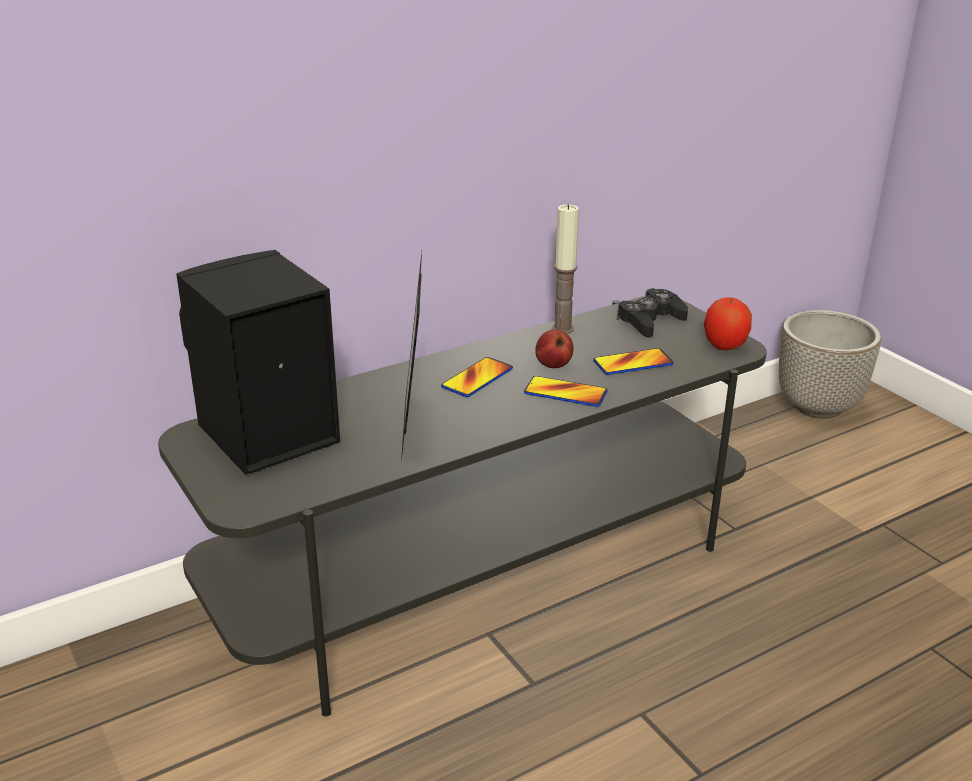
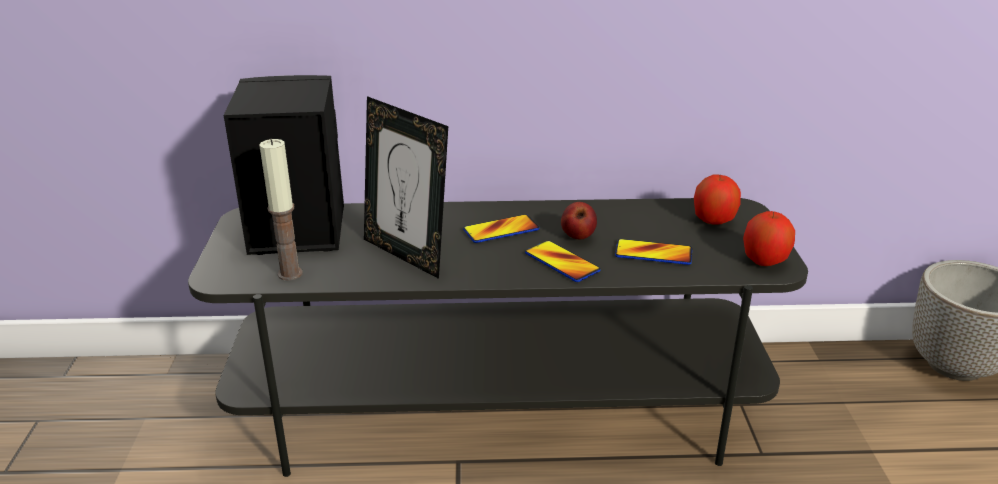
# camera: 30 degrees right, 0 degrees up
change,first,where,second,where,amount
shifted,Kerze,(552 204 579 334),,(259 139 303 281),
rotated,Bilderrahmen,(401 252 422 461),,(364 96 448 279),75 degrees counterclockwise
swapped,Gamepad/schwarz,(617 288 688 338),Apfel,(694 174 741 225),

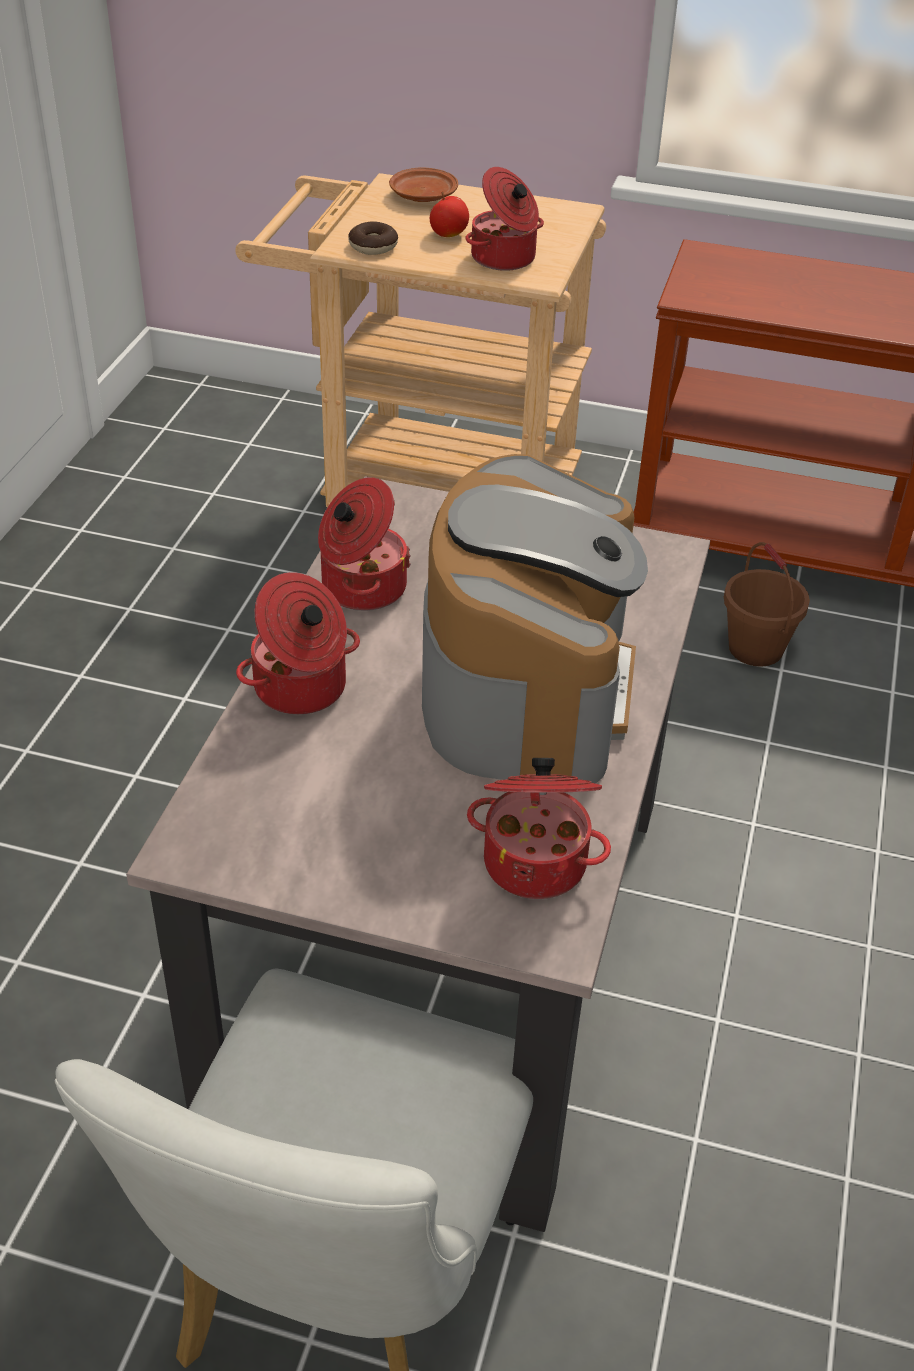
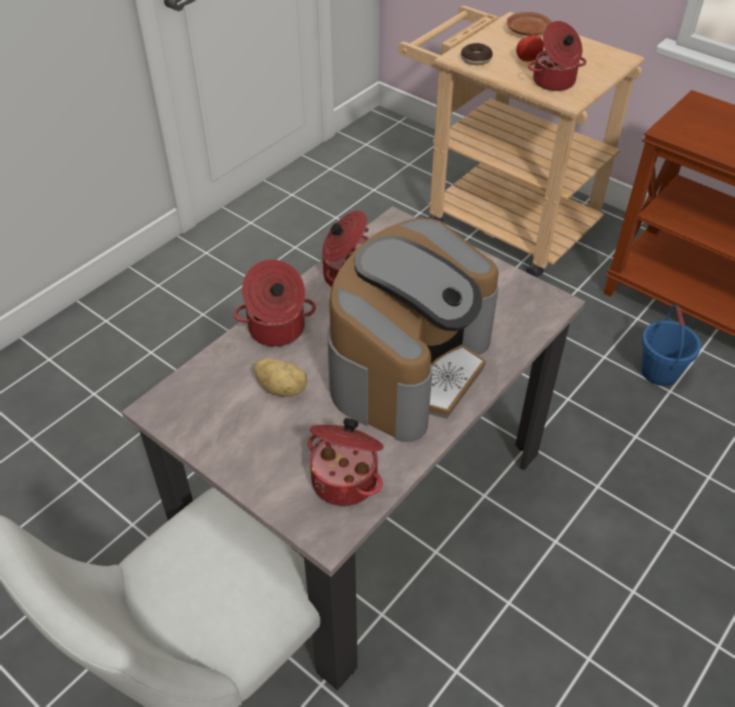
# camera: 25 degrees right, 5 degrees up
change,first,where,second,where,amount
repainted,Eimer/braun,(724 542 810 667),Eimer/blau,(641 305 701 386),
new,,,Kartoffel,(254 358 307 397),

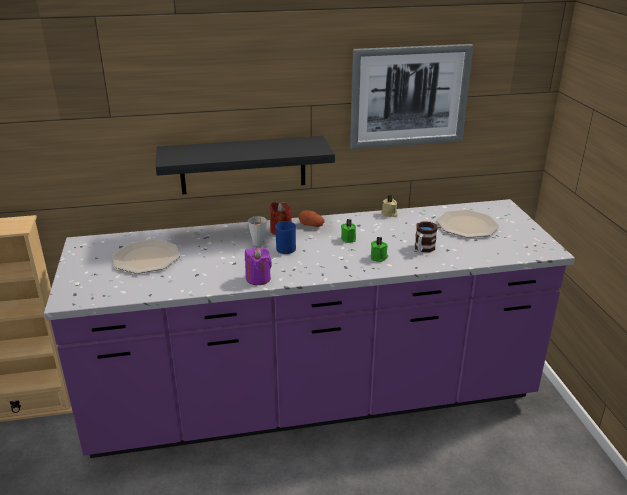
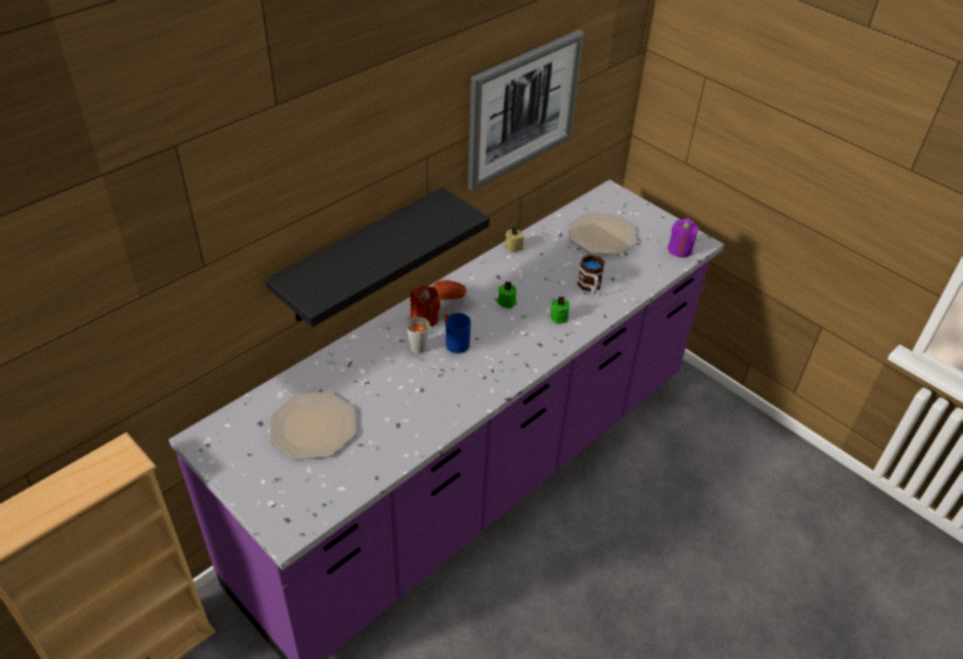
# camera: 35 degrees left, 15 degrees up
change,first,where,second,where,amount
shifted,Kerze/lila,(245 247 272 285),,(668 218 699 257),

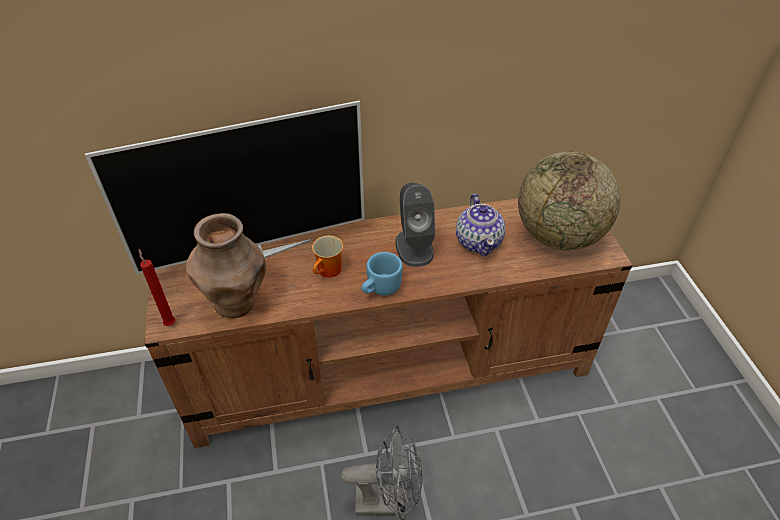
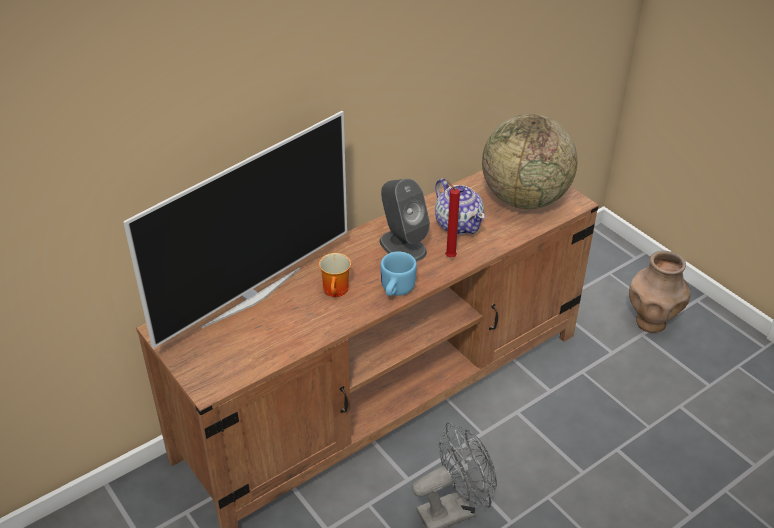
# camera: 25 degrees left, 5 degrees down
change,first,where,second,where,amount
shifted,Vase/braun,(186 213 266 319),,(629 251 690 333),
shifted,Kerze/rot,(139 249 176 326),,(445 180 460 257),

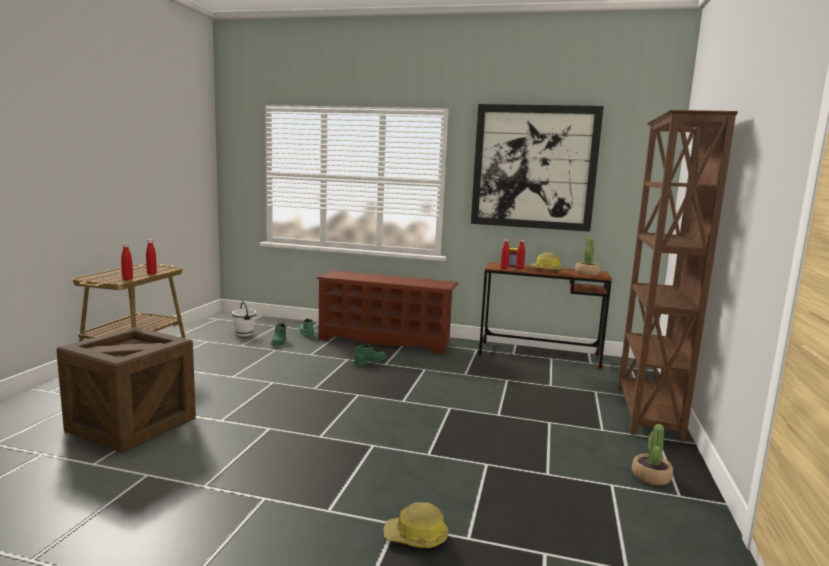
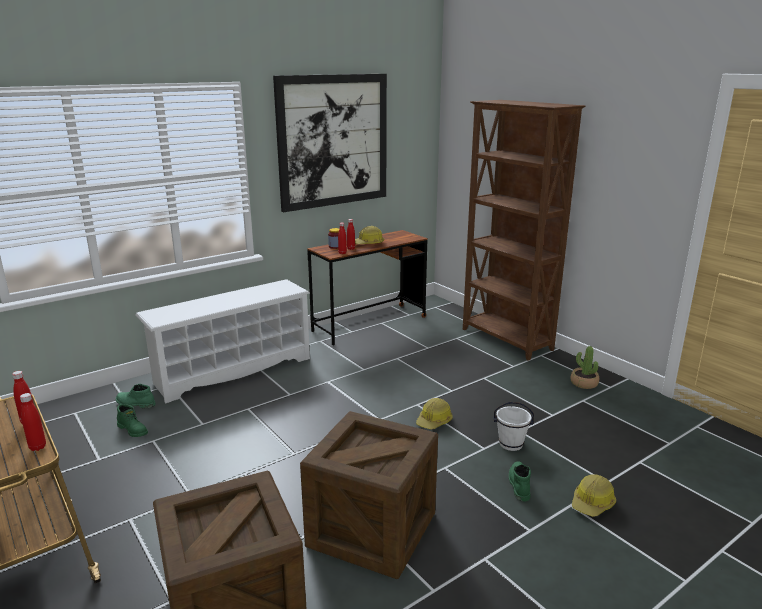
# camera: 50 degrees left, 10 degrees up
change,first,where,second,where,amount
gone,Topfpflanze,(575 237 601 276),,,
repainted,Schuhregal/braun,(316 271 458 355),Schuhregal/weiß,(135 279 310 404),
shifted,Eimer/weiß,(232 302 256 337),,(493 402 534 451),
shifted,Stiefel/grün,(354 344 387 365),,(509 461 531 502),
new,,,Schutzhelm,(416 398 453 430),
new,,,Kiste,(300 411 438 579),

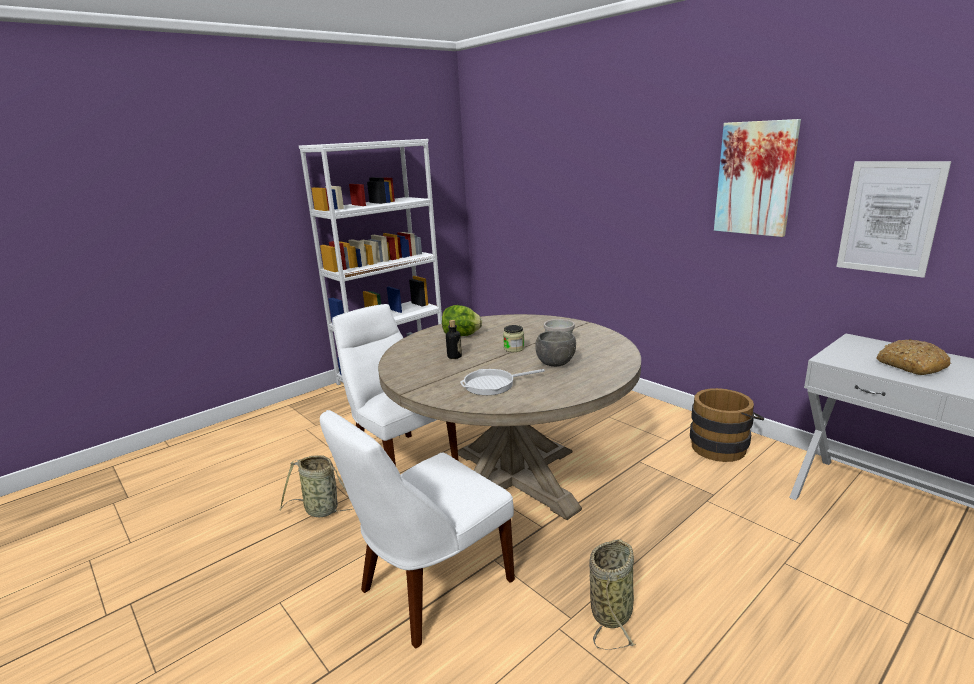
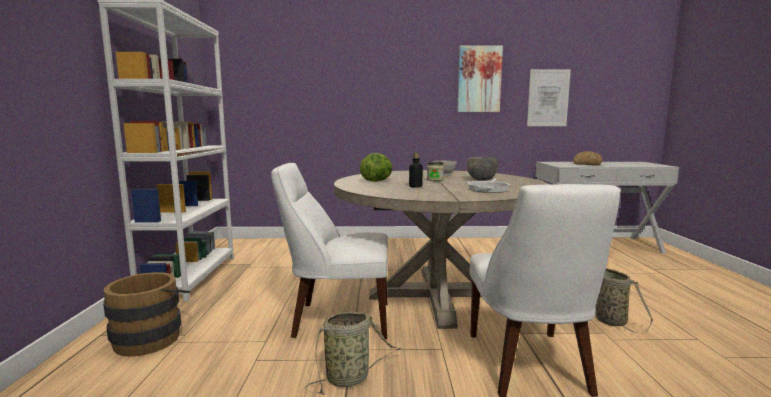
# camera: 50 degrees left, 10 degrees down
change,first,where,second,where,amount
shifted,Eimer/braun,(690 388 764 462),,(103 272 190 357),

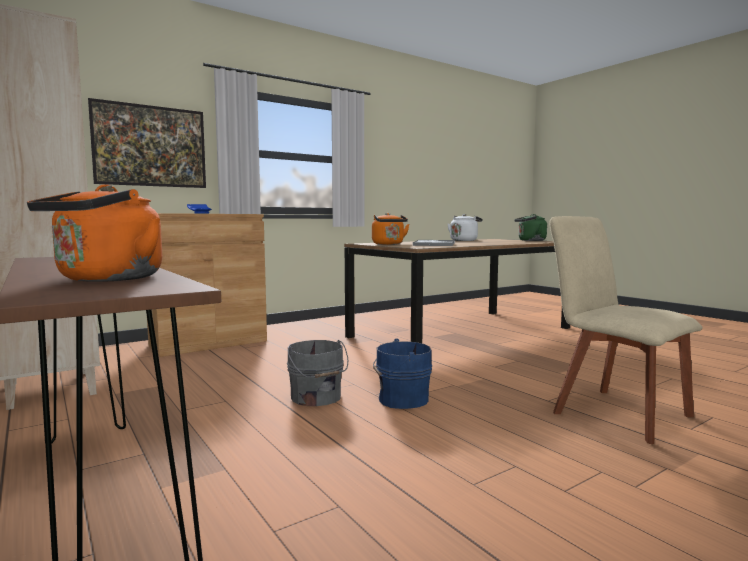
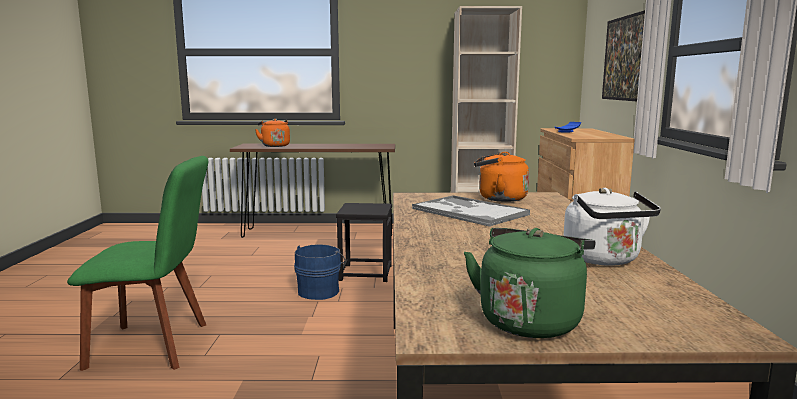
# camera: 125 degrees right, 5 degrees up
change,first,where,second,where,amount
repainted,Stuhl/beige,(549 216 702 444),Stuhl/grün,(67 156 208 371),
swapped,Eimer/grau,(287 340 348 406),Hocker/schwarz,(336 203 392 282),

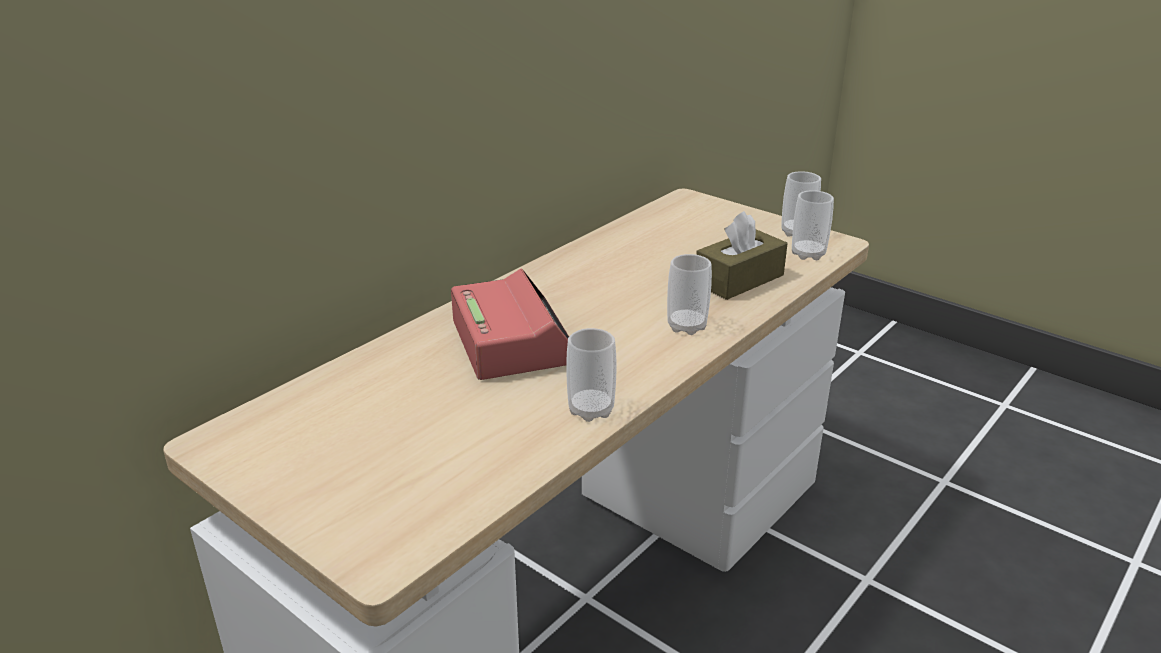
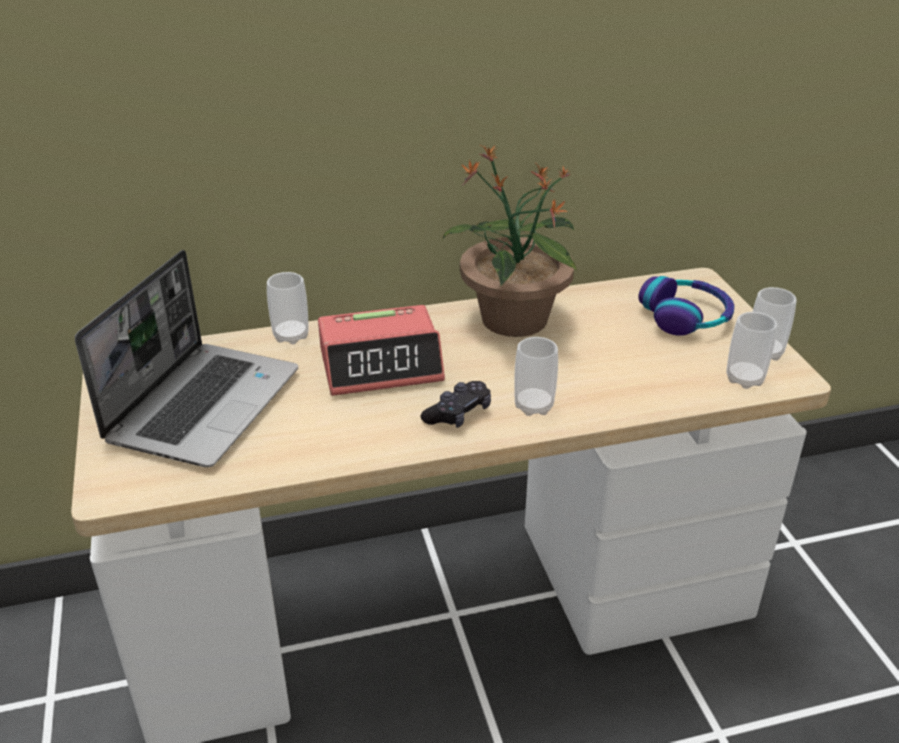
# camera: 35 degrees right, 5 degrees up
change,first,where,second,where,amount
gone,Taschentuchbox/braun,(696 211 788 300),,,
rotated,Wecker,(451 268 569 380),,(318 305 445 396),60 degrees clockwise
shifted,Tasse,(566 328 617 422),,(267 272 308 344),
new,,,Topfpflanze,(442 145 578 337),
new,,,Laptop,(75 250 298 467),
new,,,Kopfhörer,(638 276 734 336),
new,,,Gamepad/schwarz,(421 381 491 428),

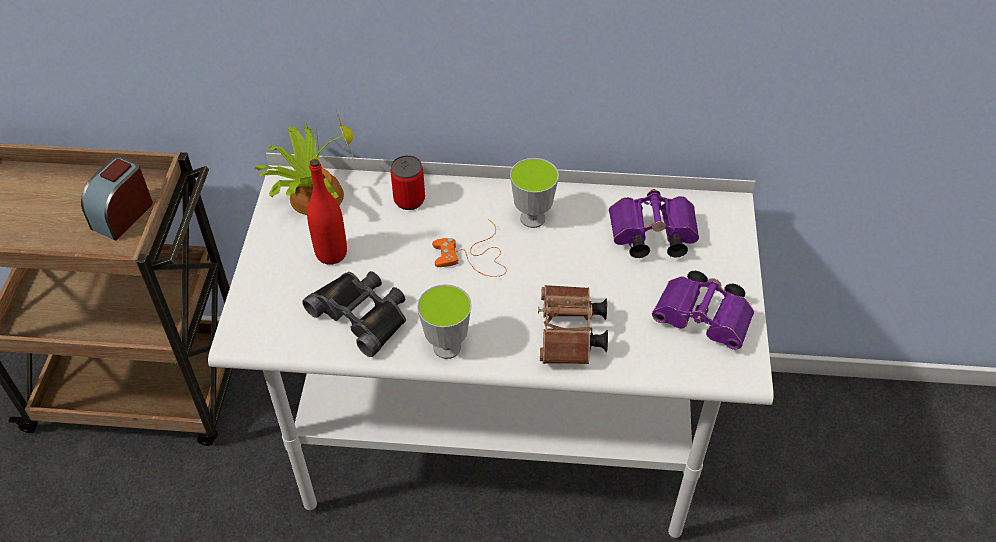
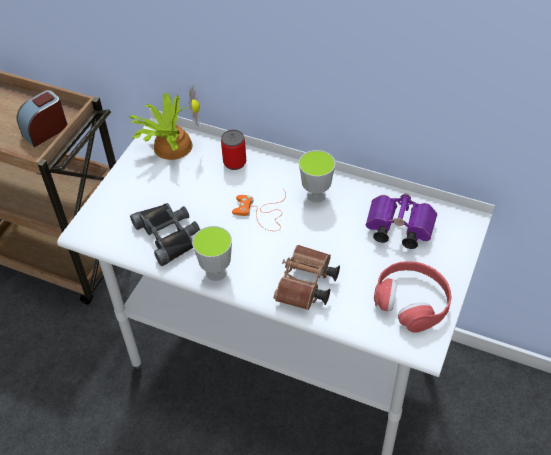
# camera: 20 degrees right, 0 degrees up
change,first,where,second,where,amount
gone,Flasche/rot,(307 159 347 265),,,
swapped,Fernglas/lila,(652 271 754 350),Kopfhörer/rot,(374 261 452 333),

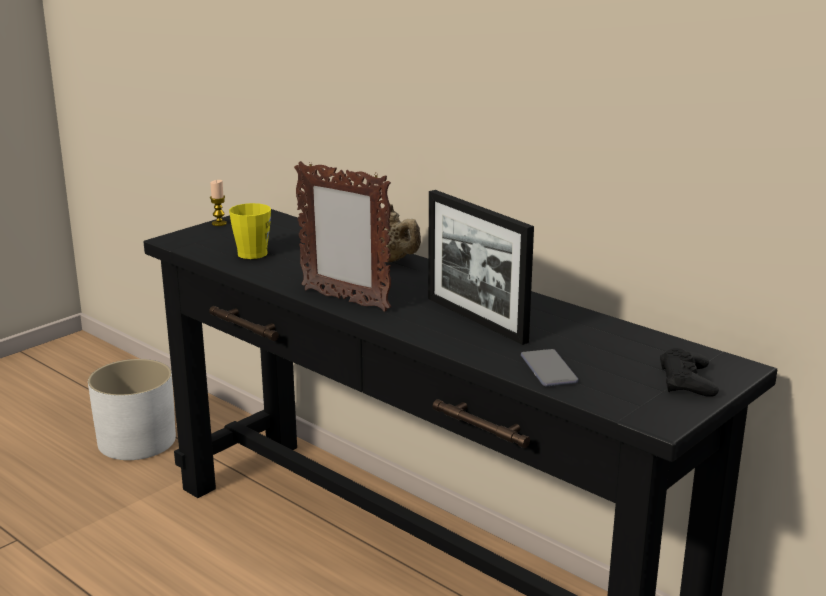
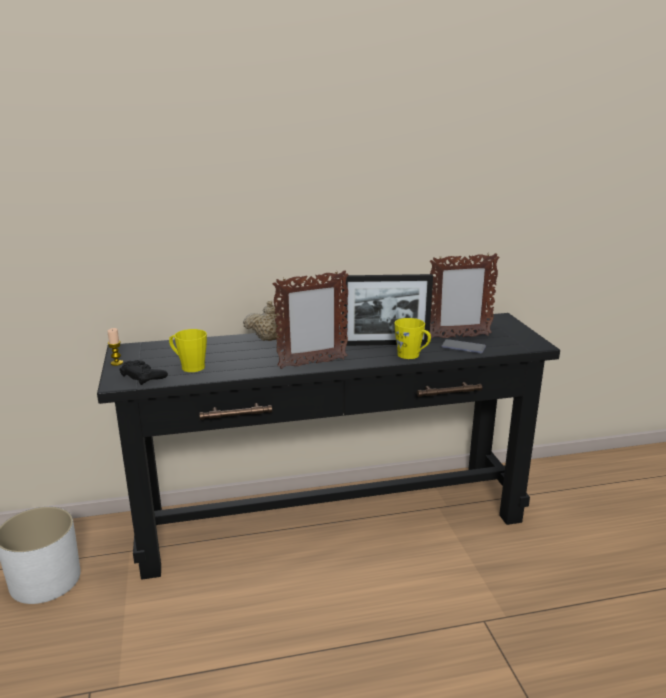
# camera: 55 degrees left, 0 degrees up
change,first,where,second,where,amount
shifted,Gamepad/schwarz,(660 348 719 397),,(119 360 168 385),
new,,,Bilderrahmen,(430 253 500 339),
new,,,Henkelbecher/gelb,(394 318 431 359),

